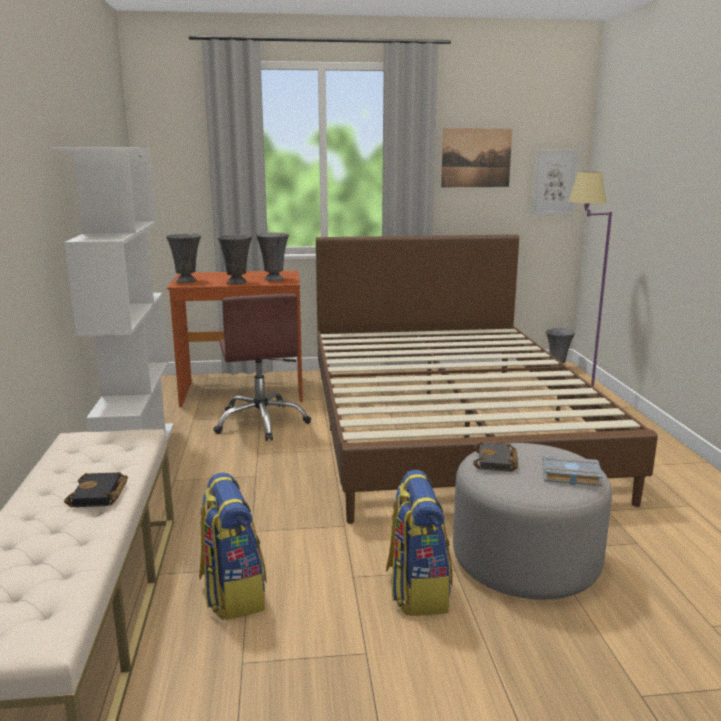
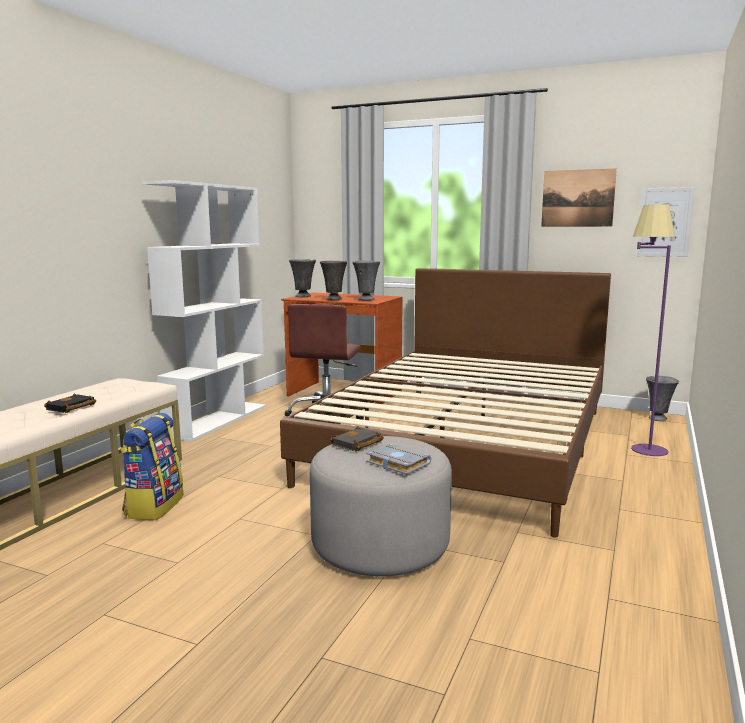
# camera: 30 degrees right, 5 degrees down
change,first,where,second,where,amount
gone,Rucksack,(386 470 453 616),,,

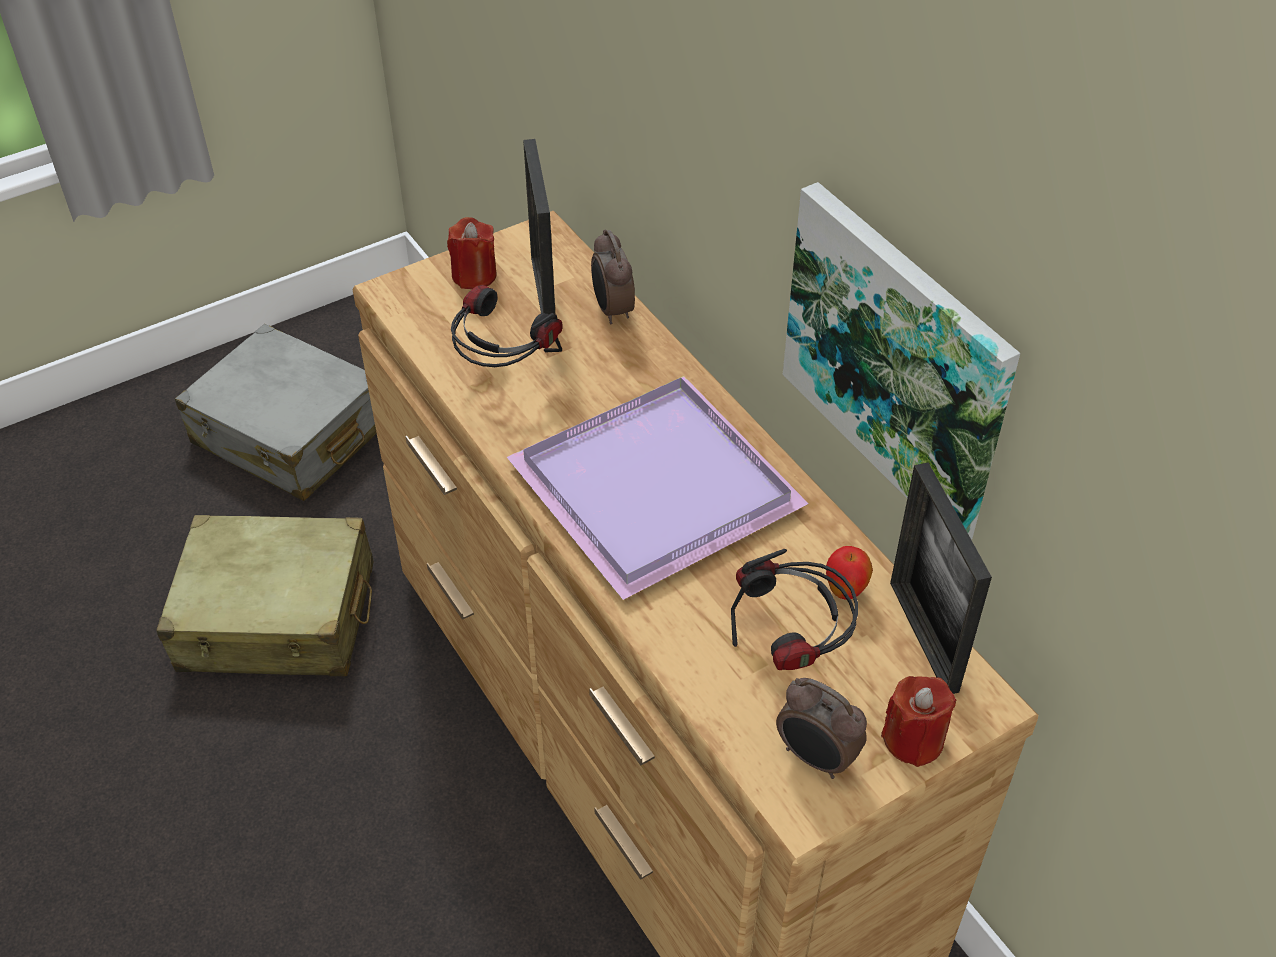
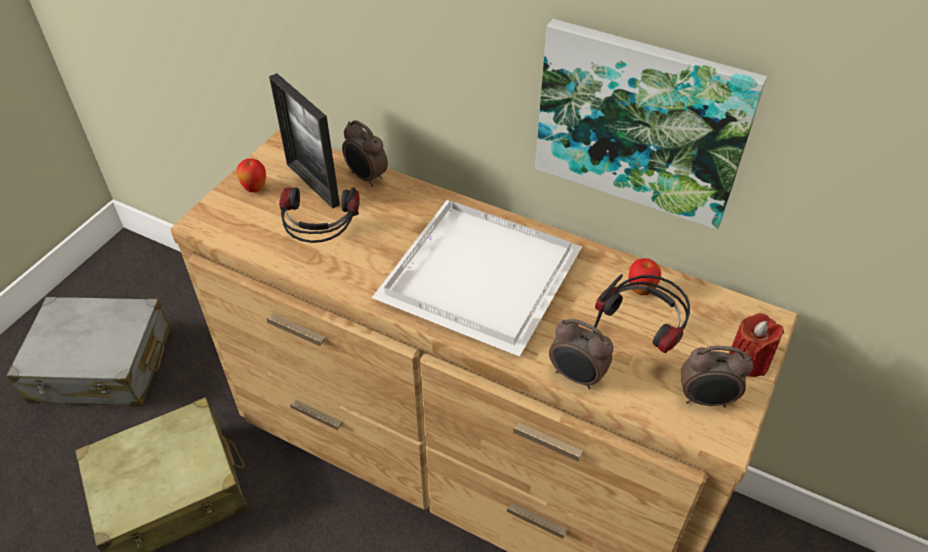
# camera: 30 degrees left, 0 degrees up
change,first,where,second,where,amount
swapped,Kerze/rot,(447 217 497 289),Apfel,(236 158 266 192),
repainted,Tablett/lila,(507 376 809 600),Tablett/weiß,(372 200 582 357),
gone,Bilderrahmen,(890 462 992 694),,,
new,,,Wecker,(549 319 613 390),

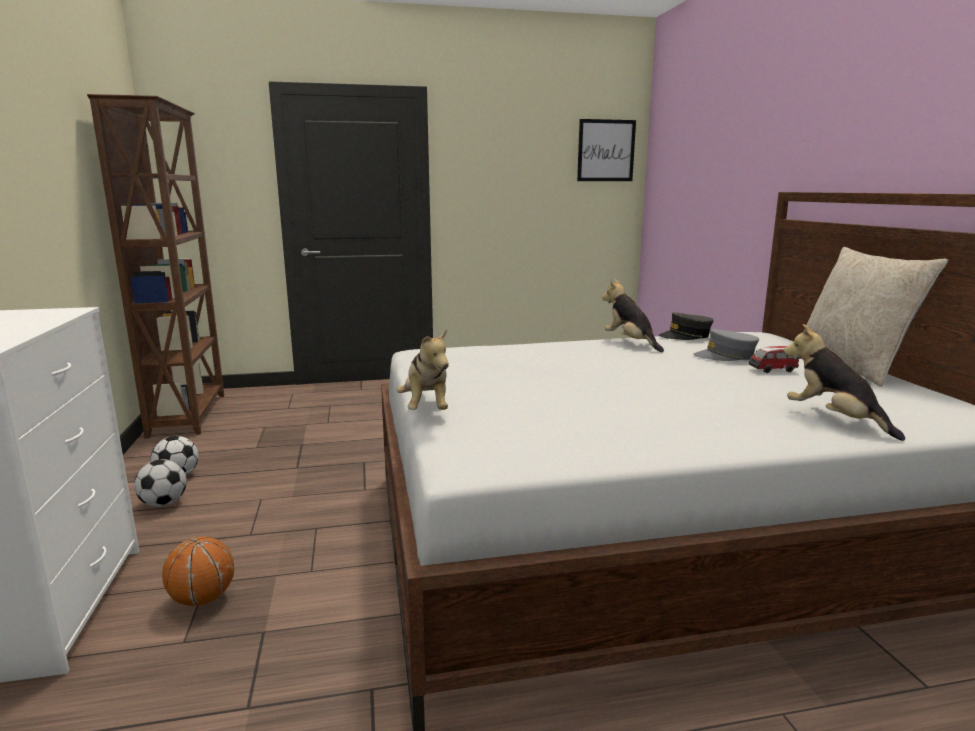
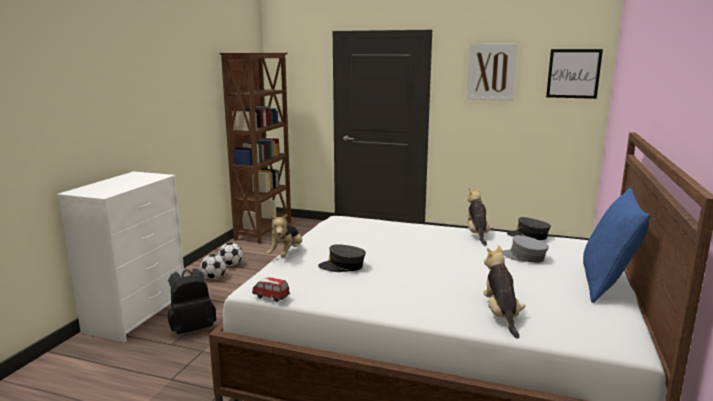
# camera: 30 degrees right, 0 degrees up
change,first,where,second,where,amount
repainted,Kissen/beige,(803 247 948 387),Kissen/blau,(583 188 650 303),
shifted,Spielzeugauto,(749 346 799 373),,(252 277 290 302),
swapped,Basketball,(162 536 234 606),Rucksack/schwarz,(168 268 216 334),
new,,,Bild,(467 44 517 101),
new,,,Kappe/grau,(318 244 366 272),

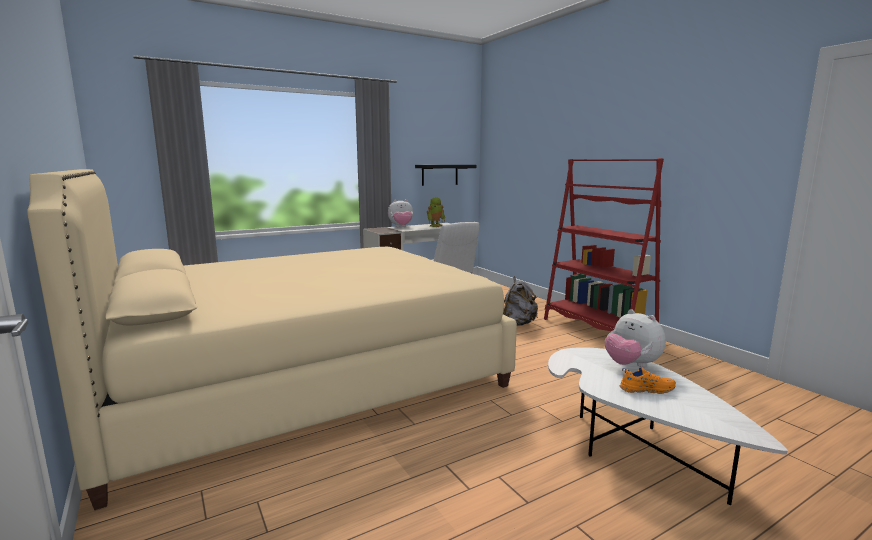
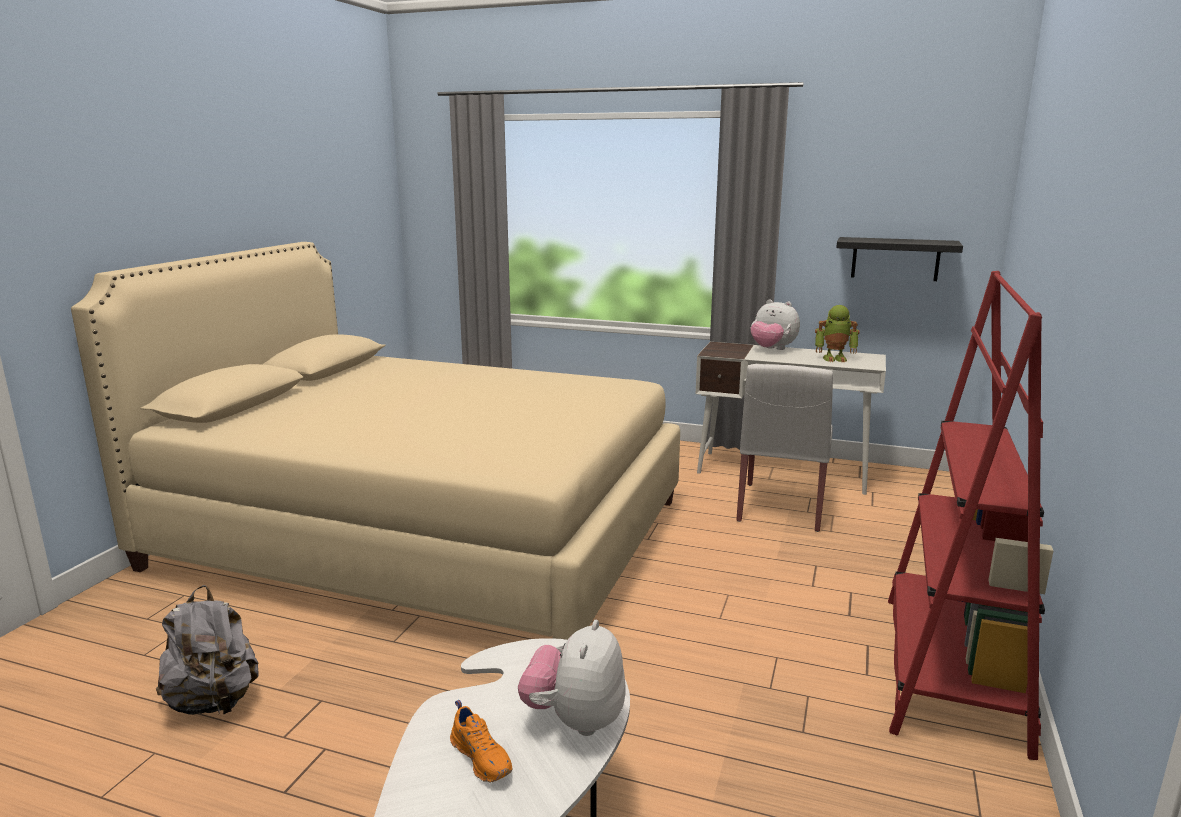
# camera: 50 degrees right, 5 degrees up
change,first,where,second,where,amount
shifted,Rucksack/grau,(503 276 538 326),,(156 585 259 715),

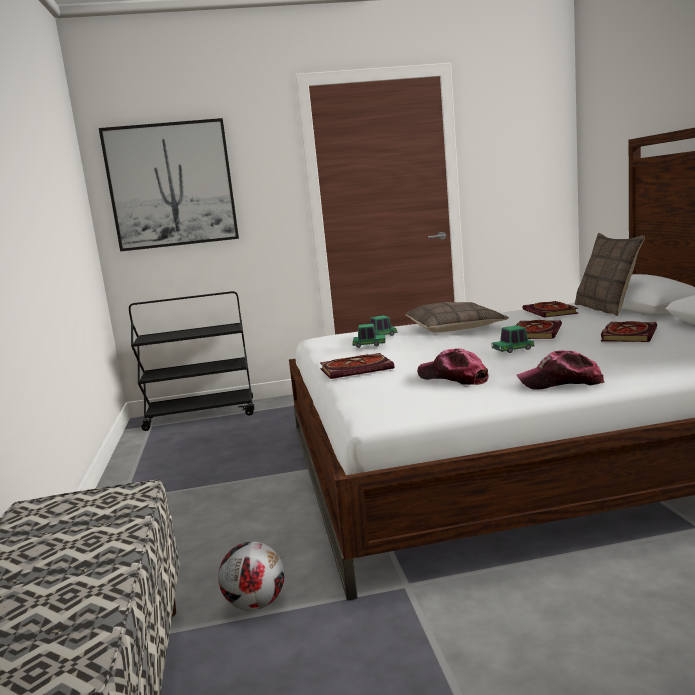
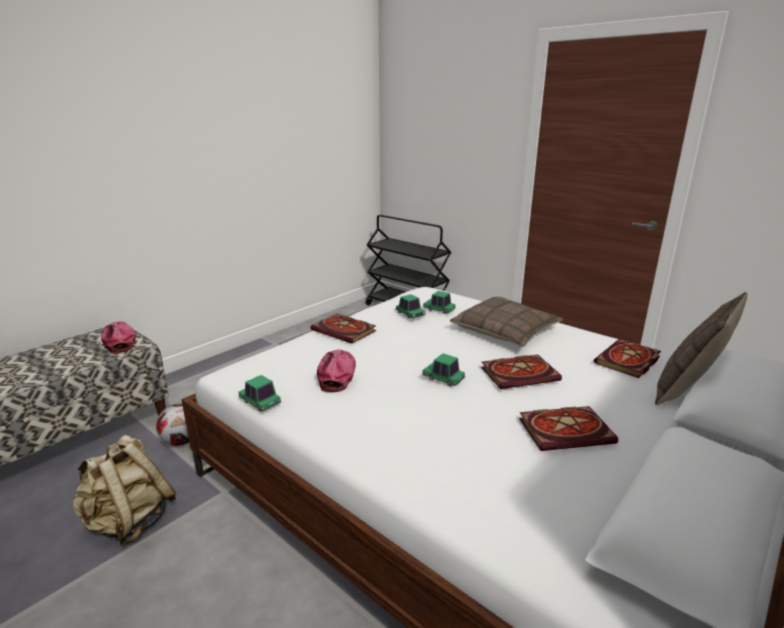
# camera: 50 degrees right, 10 degrees up
change,first,where,second,where,amount
gone,Bild,(99 118 239 252),,,
shifted,Kappe,(517 350 605 389),,(101 322 136 354),
new,,,Spielzeugauto,(238 375 281 412),
new,,,Rucksack/beige,(72 435 176 546),

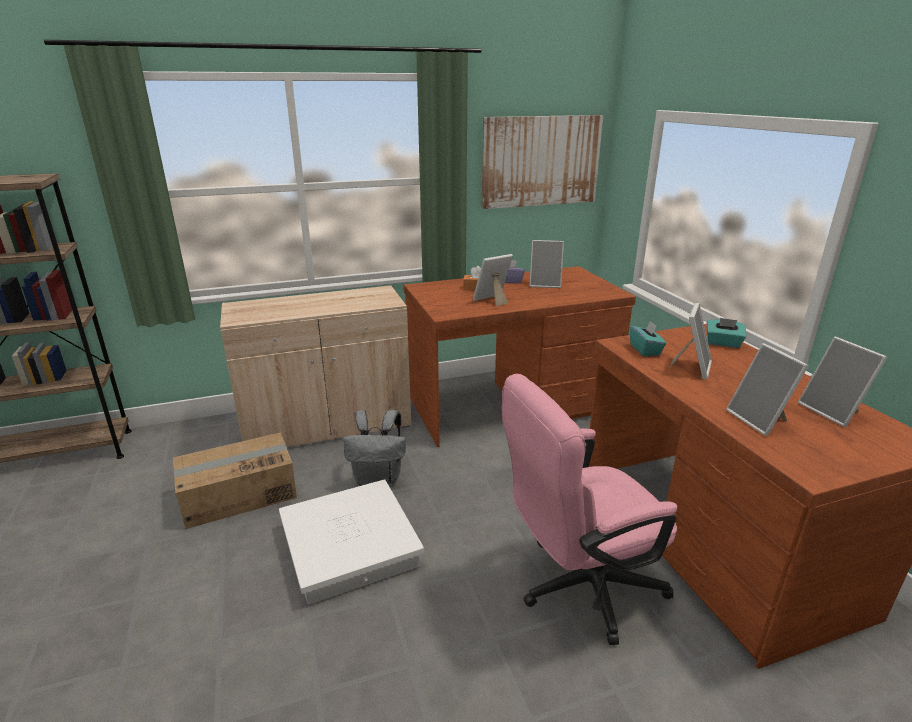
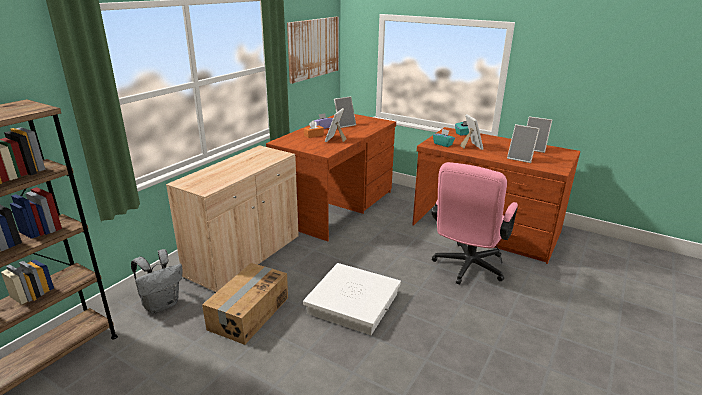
# camera: 40 degrees left, 0 degrees up
change,first,where,second,where,amount
shifted,Rucksack/grau,(343 410 406 487),,(131 249 183 313),

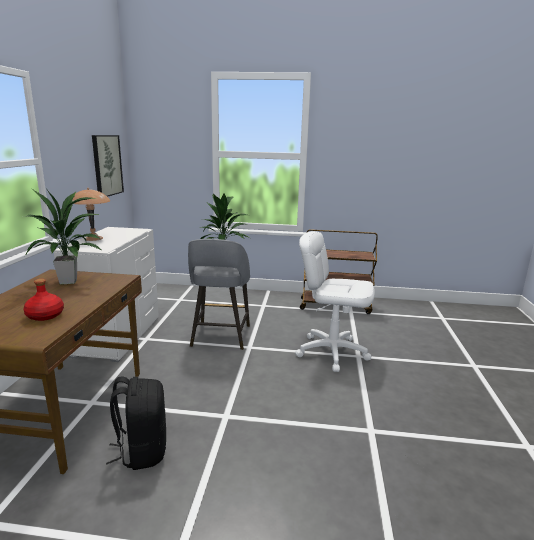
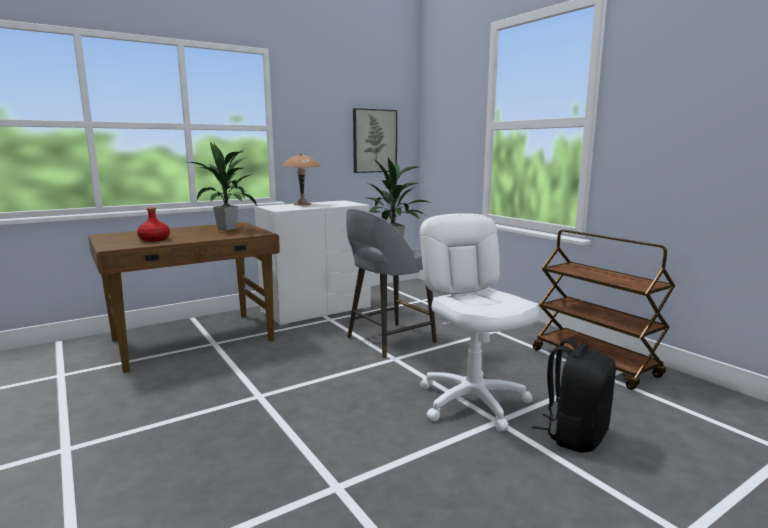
# camera: 50 degrees right, 5 degrees down
change,first,where,second,where,amount
shifted,Rucksack/schwarz,(106 376 166 470),,(532 338 616 453),

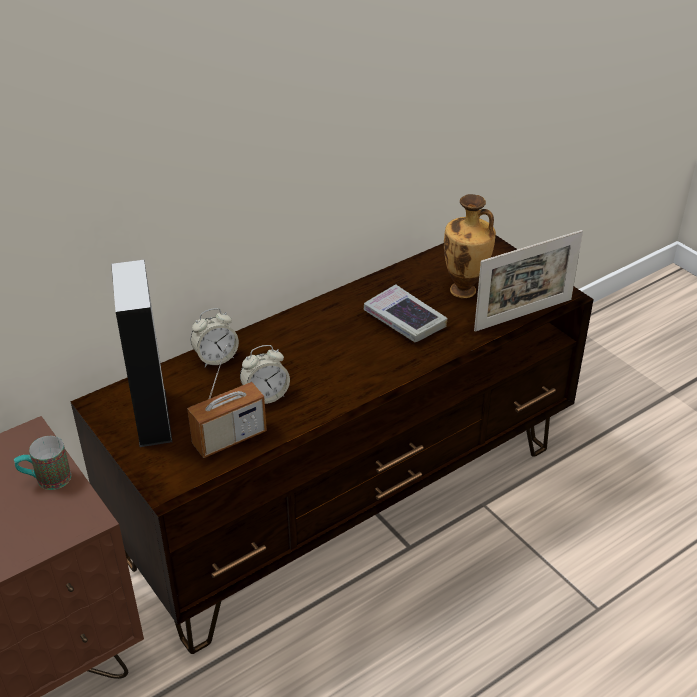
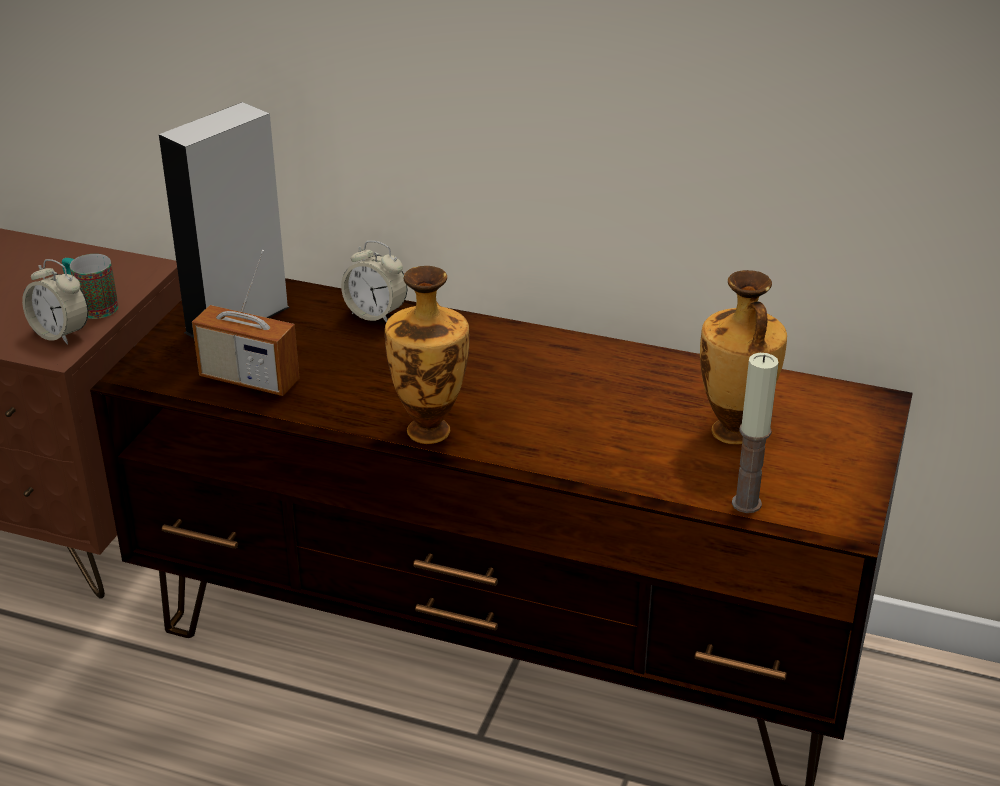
# camera: 55 degrees right, 5 degrees down
change,first,where,second,where,amount
swapped,Bilderrahmen,(474 230 583 332),Kerze,(732 353 779 513),
gone,Buch,(364 284 447 342),,,
shifted,Wecker,(240 345 290 404),,(22 259 88 345),
new,,,Vase,(385 266 469 444),

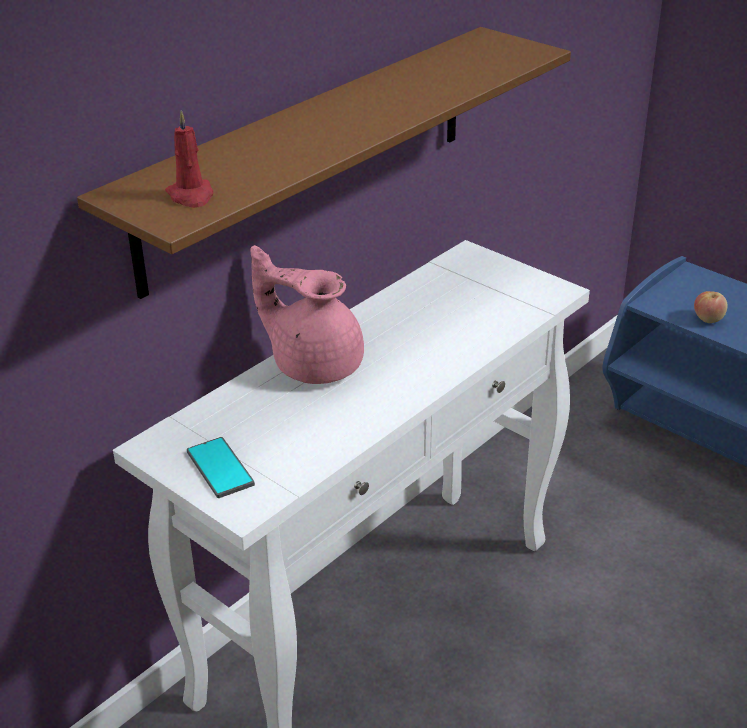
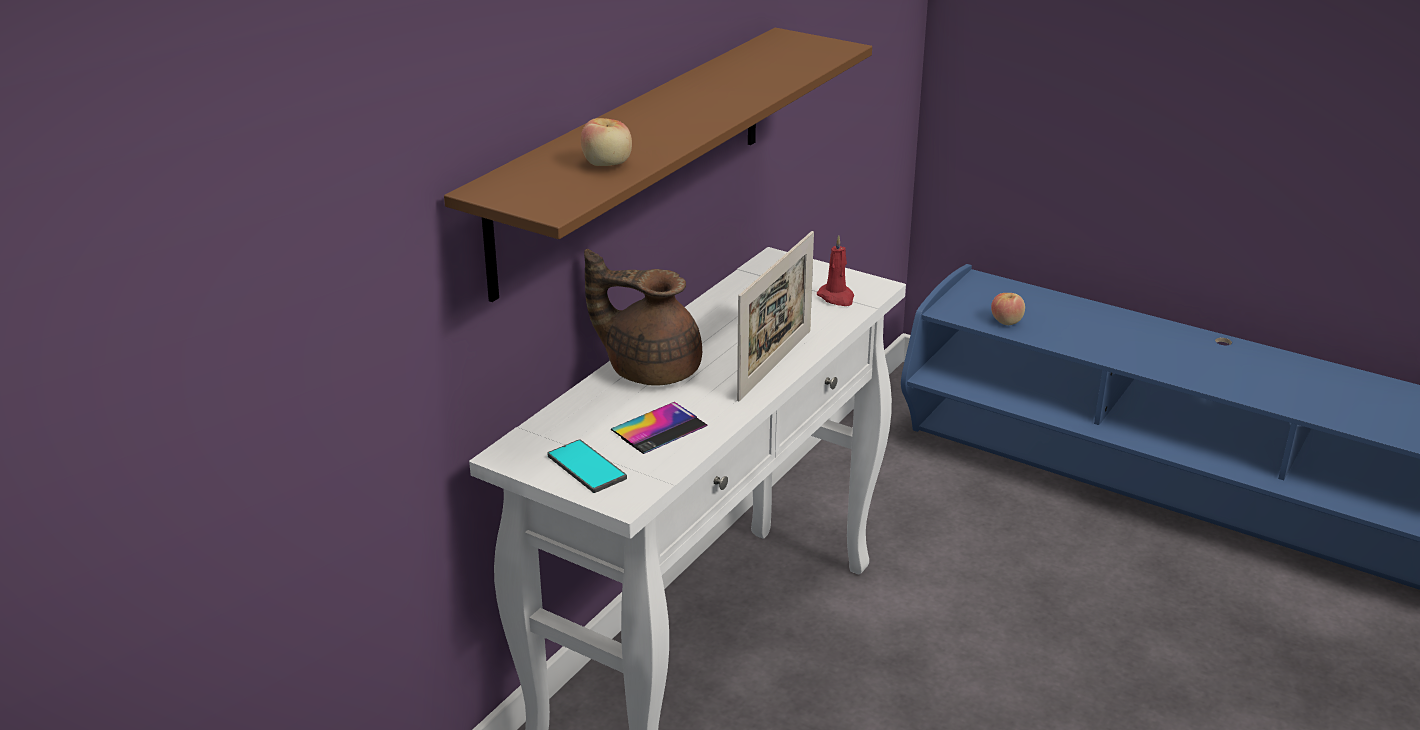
# camera: 10 degrees left, 5 degrees down
change,first,where,second,where,amount
shifted,Kerze/rot,(165 110 213 208),,(817 235 854 306),
repainted,Teekanne/rosa,(250 245 364 384),Teekanne/braun,(584 249 702 386),
new,,,Apfel,(581 118 632 166),
new,,,Bilderrahmen,(737 231 814 401),
new,,,Handy,(611 402 708 454),

